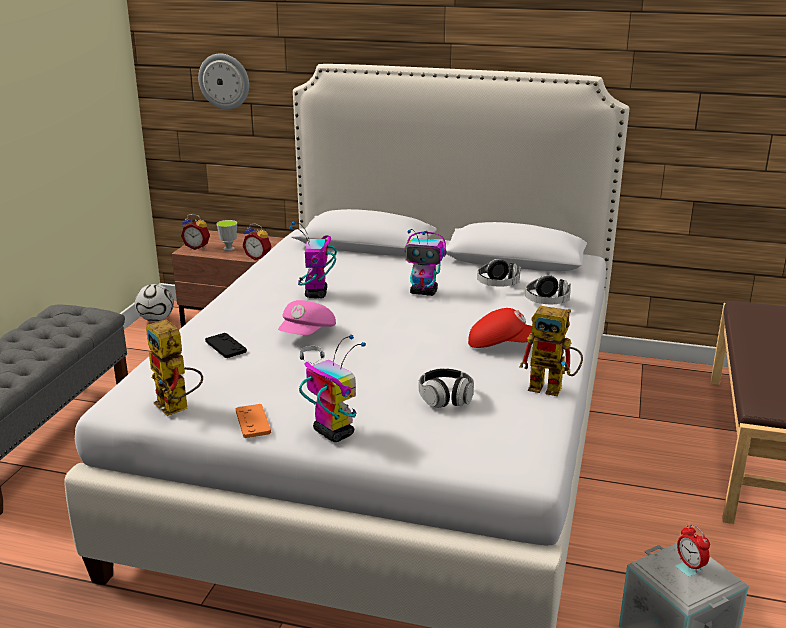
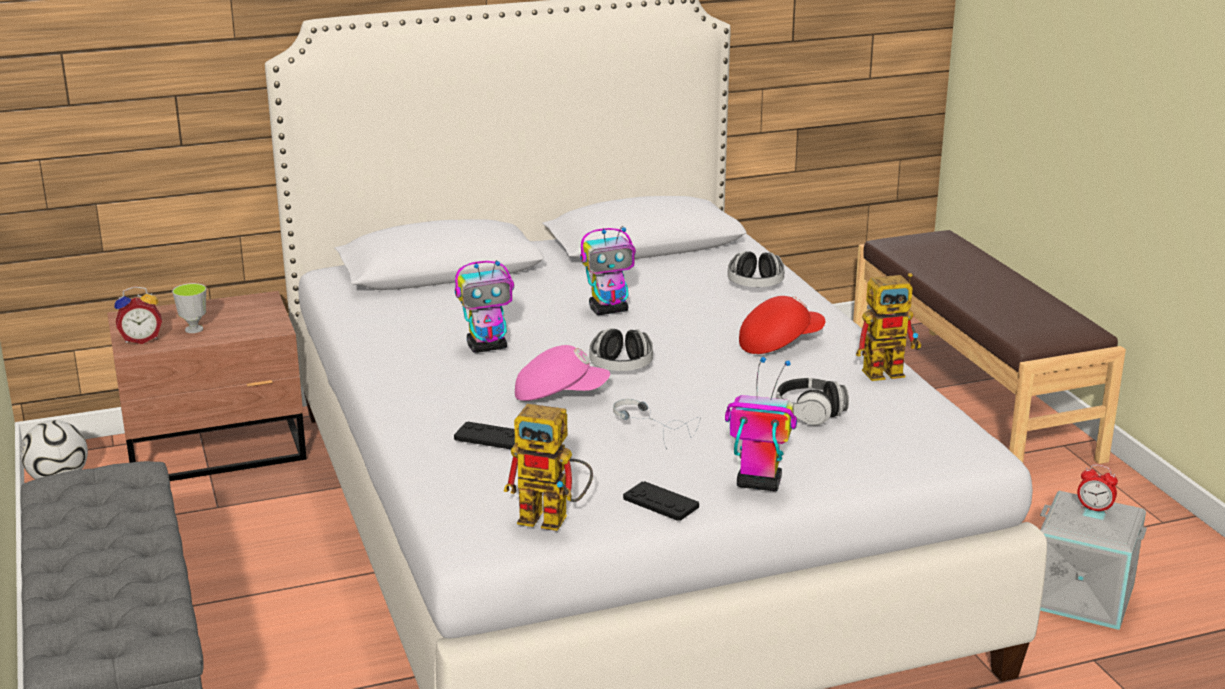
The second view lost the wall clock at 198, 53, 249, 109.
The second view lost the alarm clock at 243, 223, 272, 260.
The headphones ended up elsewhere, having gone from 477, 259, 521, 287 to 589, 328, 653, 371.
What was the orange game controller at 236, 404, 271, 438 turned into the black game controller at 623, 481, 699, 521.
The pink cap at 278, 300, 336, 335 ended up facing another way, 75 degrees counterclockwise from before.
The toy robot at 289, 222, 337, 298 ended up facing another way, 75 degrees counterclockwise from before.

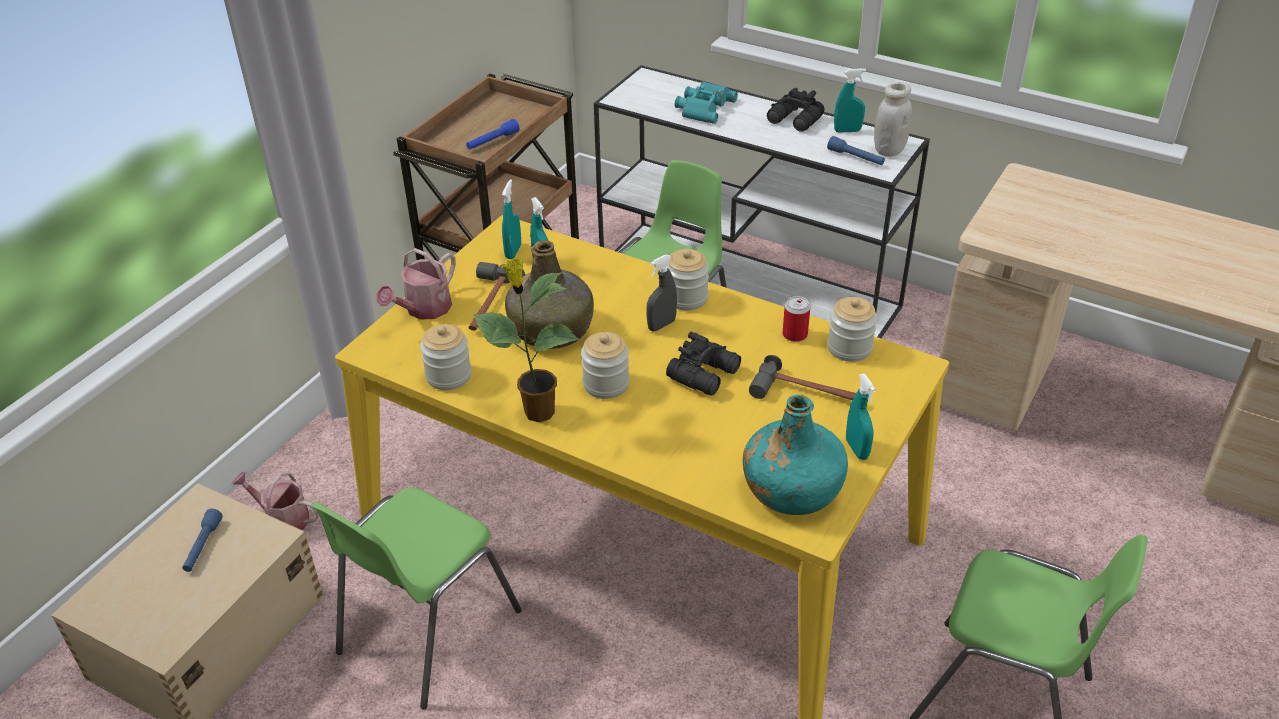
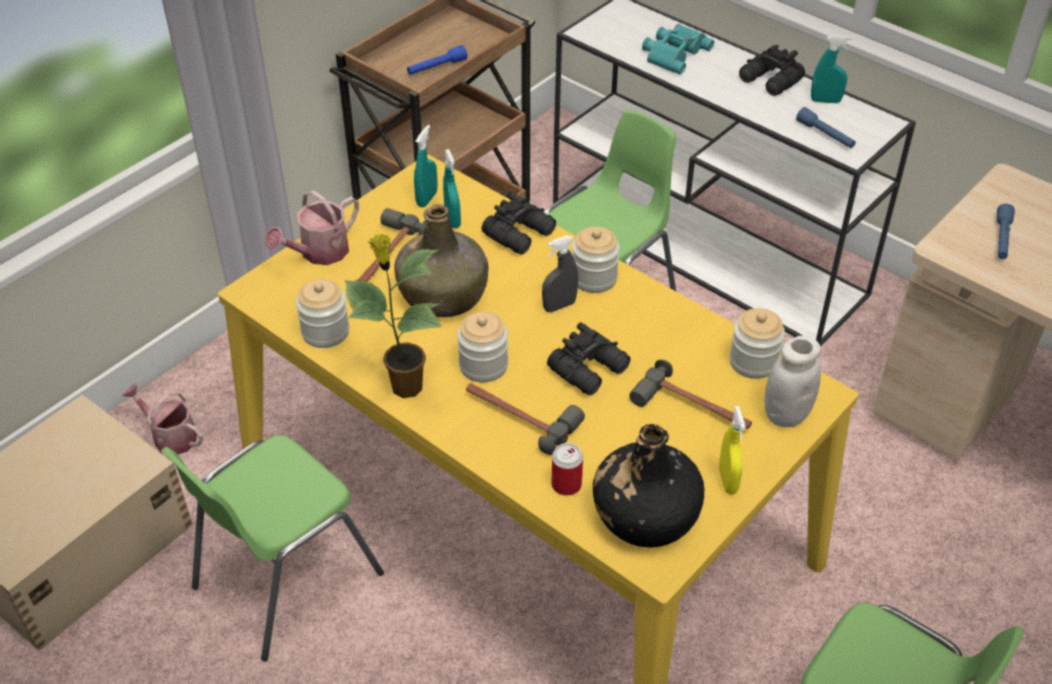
The second view gained the hammer at 466, 383, 585, 455.
The second view gained the black binoculars at 482, 191, 556, 254.
The blue flashlight ended up elsewhere, having gone from 182, 509, 223, 572 to 997, 204, 1015, 259.
The can ended up elsewhere, having gone from 783, 296, 811, 342 to 552, 443, 583, 496.
The white jar ended up elsewhere, having gone from 874, 82, 912, 156 to 765, 335, 821, 427.
What was the turquoise bottle at 743, 395, 848, 515 turned into the black bottle at 593, 424, 704, 547.
What was the turquoise spray bottle at 846, 373, 876, 460 turned into the yellow spray bottle at 719, 406, 746, 495.

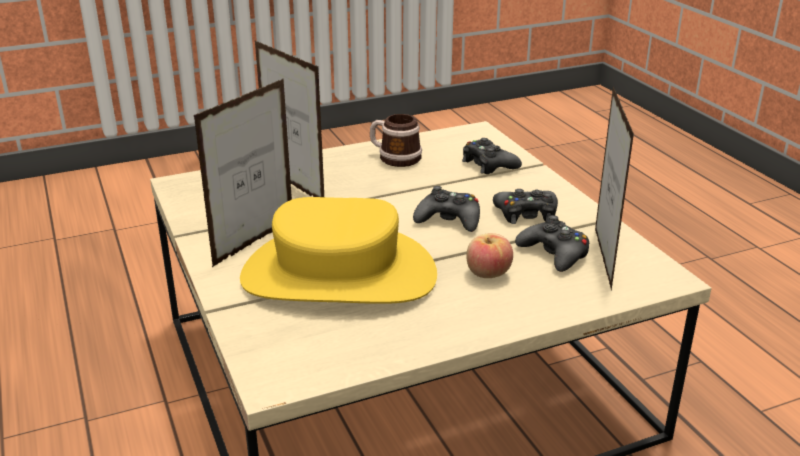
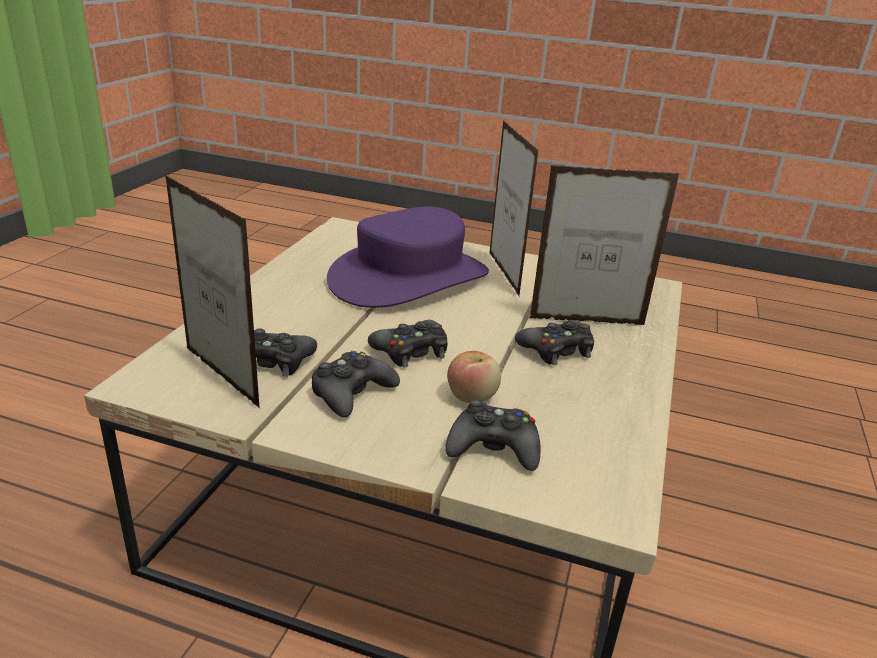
The second view lost the mug at 370, 114, 422, 167.
The second view gained the black game controller at 515, 320, 594, 365.
The apple ended up elsewhere, having gone from 467, 233, 513, 278 to 447, 351, 501, 403.
What was the yellow hat at 240, 197, 437, 304 turned into the purple hat at 327, 207, 489, 308.

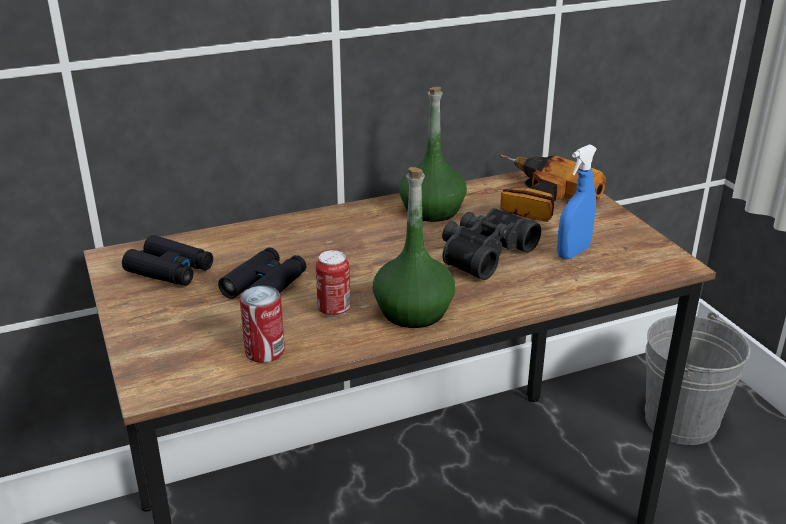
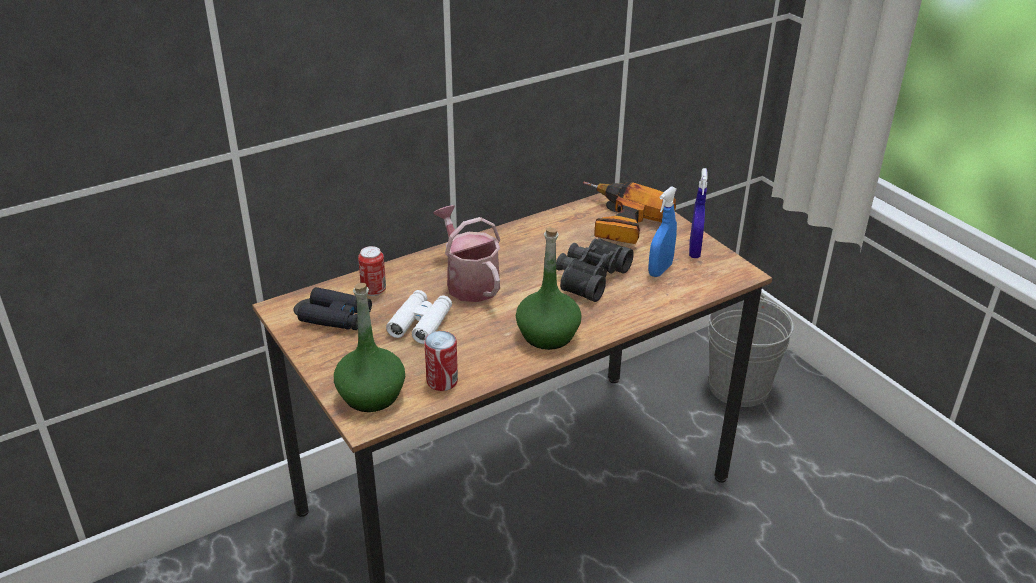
The second view gained the watering can at 433, 205, 500, 302.
The second view gained the blue spray bottle at 689, 168, 708, 258.
The can ended up elsewhere, having gone from 315, 250, 350, 318 to 358, 246, 386, 296.
The green bottle ended up elsewhere, having gone from 399, 87, 467, 222 to 334, 283, 405, 412.
What was the black binoculars at 218, 247, 306, 299 turned into the white binoculars at 386, 290, 452, 344.

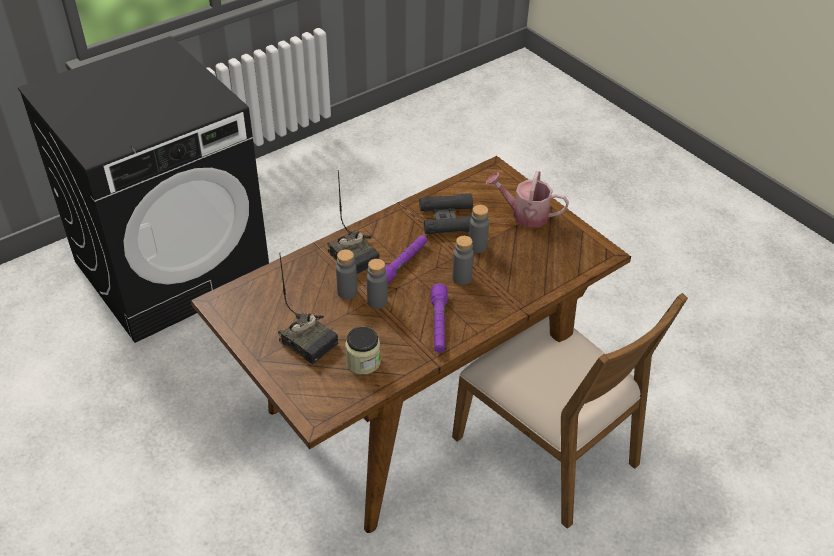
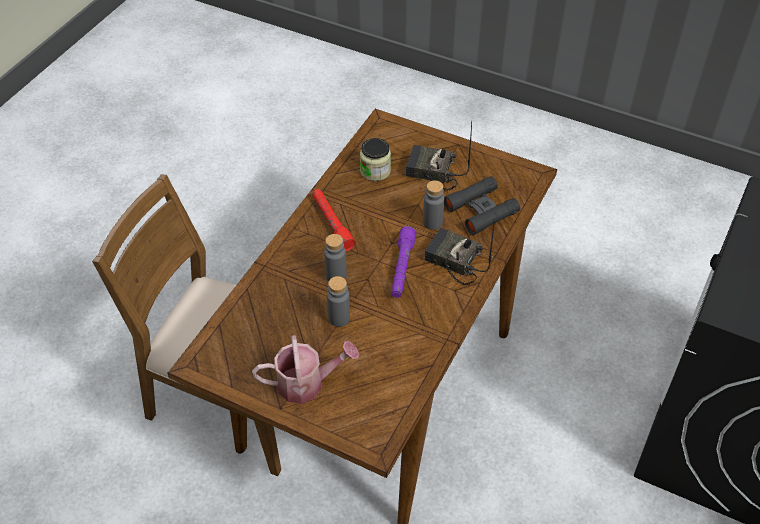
The second view lost the grey bottle at 367, 259, 388, 309.
The black binoculars ended up elsewhere, having gone from 419, 193, 473, 234 to 444, 176, 520, 235.
What was the purple flashlight at 431, 284, 448, 352 turned into the red flashlight at 312, 189, 356, 251.

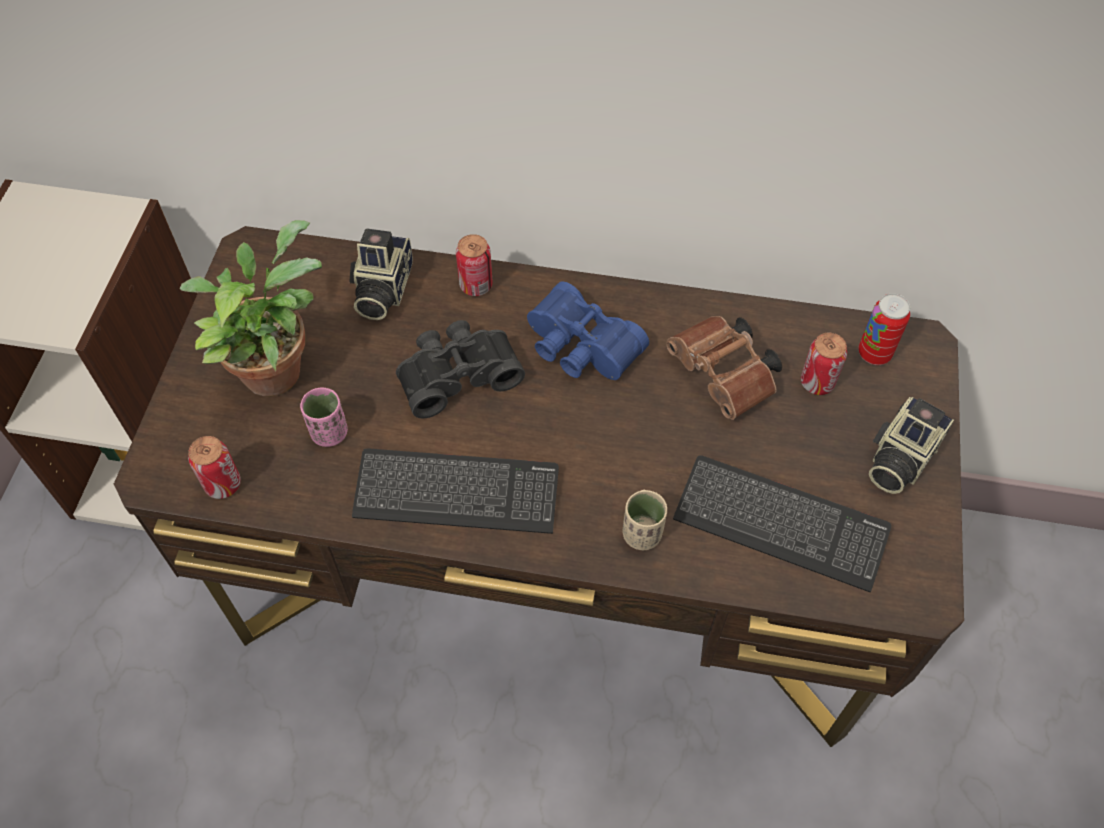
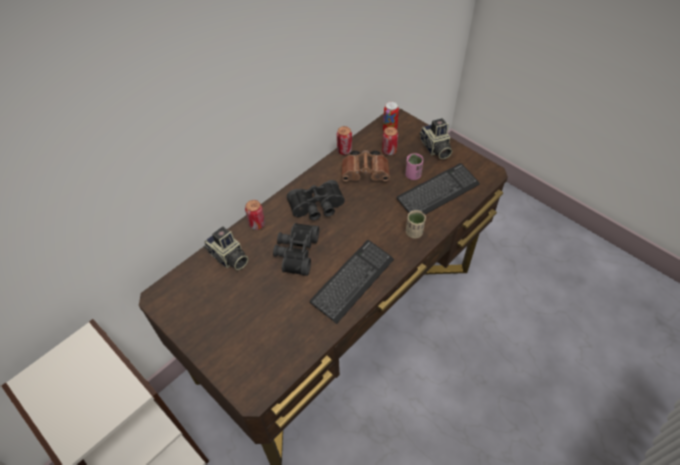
The second view lost the potted plant at 180, 220, 322, 396.
The can ended up elsewhere, having gone from 188, 436, 241, 499 to 337, 126, 352, 155.
The pink cup ended up elsewhere, having gone from 300, 387, 348, 447 to 405, 153, 423, 180.
What was the blue binoculars at 527, 282, 649, 380 turned into the black binoculars at 287, 180, 345, 220.

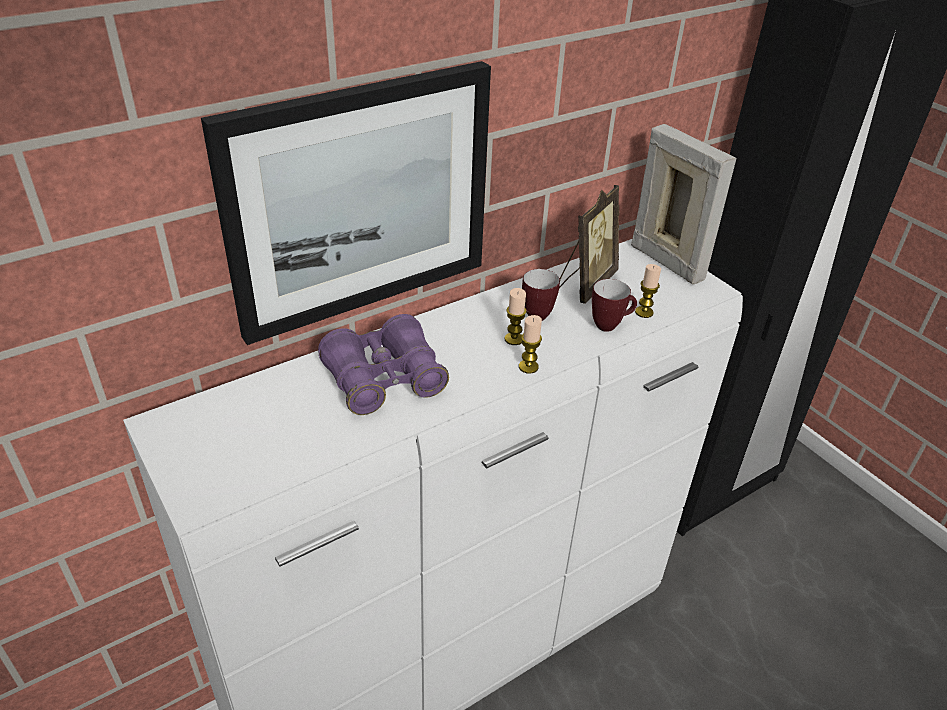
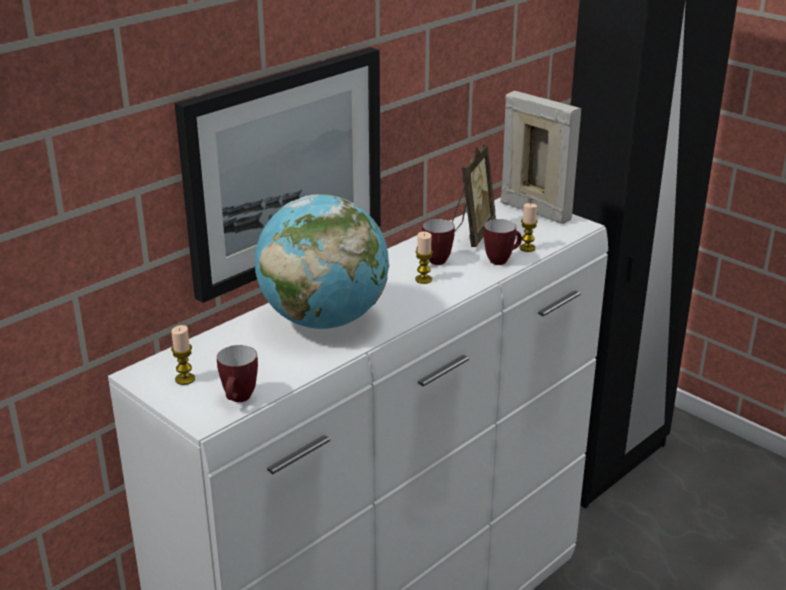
The second view gained the mug at 217, 345, 258, 402.
The candle ended up elsewhere, having gone from 519, 315, 542, 374 to 171, 325, 195, 385.
Where the purple binoculars stood at 318, 314, 449, 415, the globe came to stand at 255, 194, 389, 329.

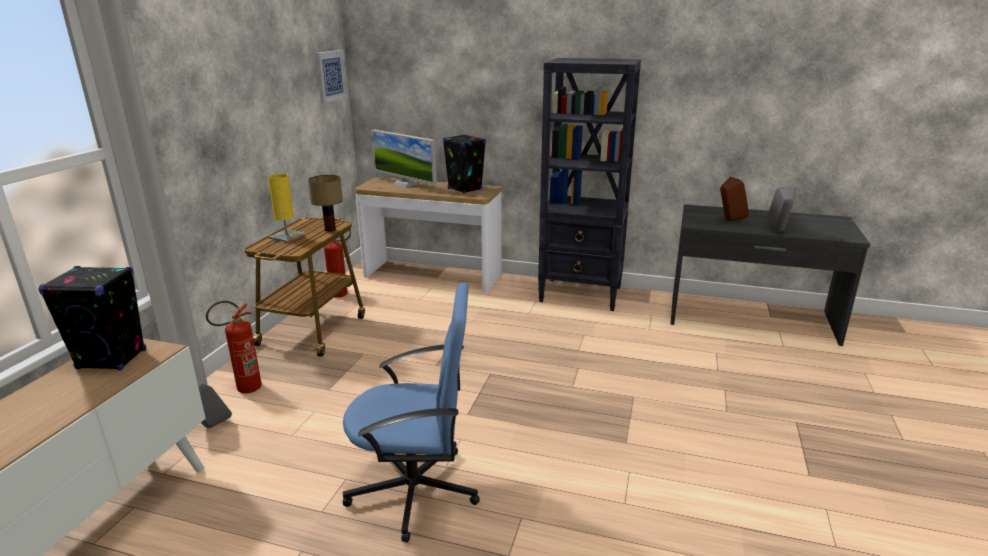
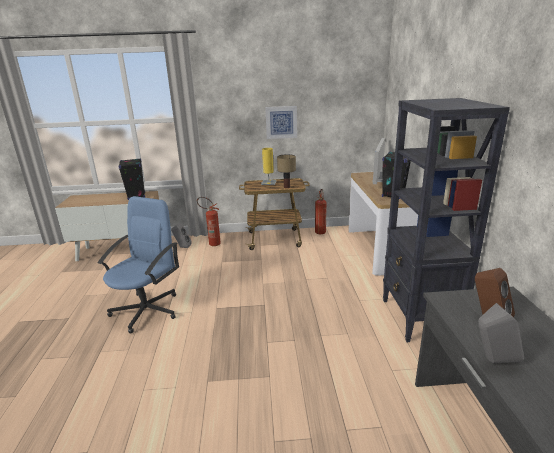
The picture ended up elsewhere, having gone from 315, 50, 348, 103 to 265, 106, 297, 139.
The blue office chair at 343, 283, 480, 543 ended up facing another way, 135 degrees counterclockwise from before.

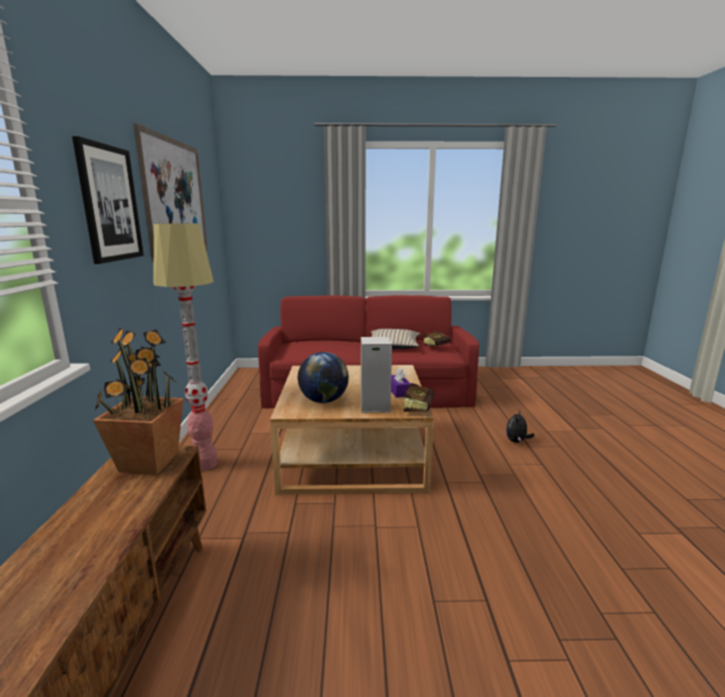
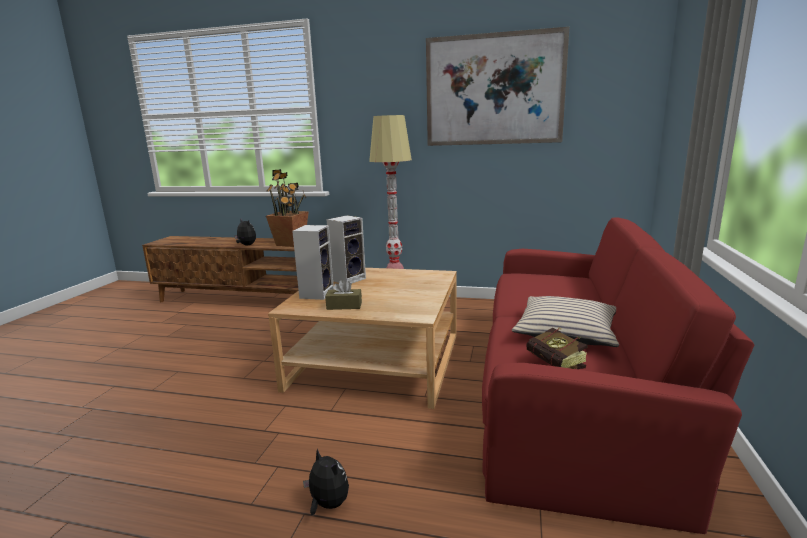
The second view lost the picture at 72, 136, 144, 264.
The second view lost the book at 404, 383, 435, 412.
The second view gained the plush toy at 234, 219, 256, 245.
Where the globe stood at 298, 352, 349, 403, the speaker came to stand at 326, 215, 366, 284.
What was the purple tissue box at 391, 368, 411, 398 turned into the brown tissue box at 325, 279, 362, 310.

